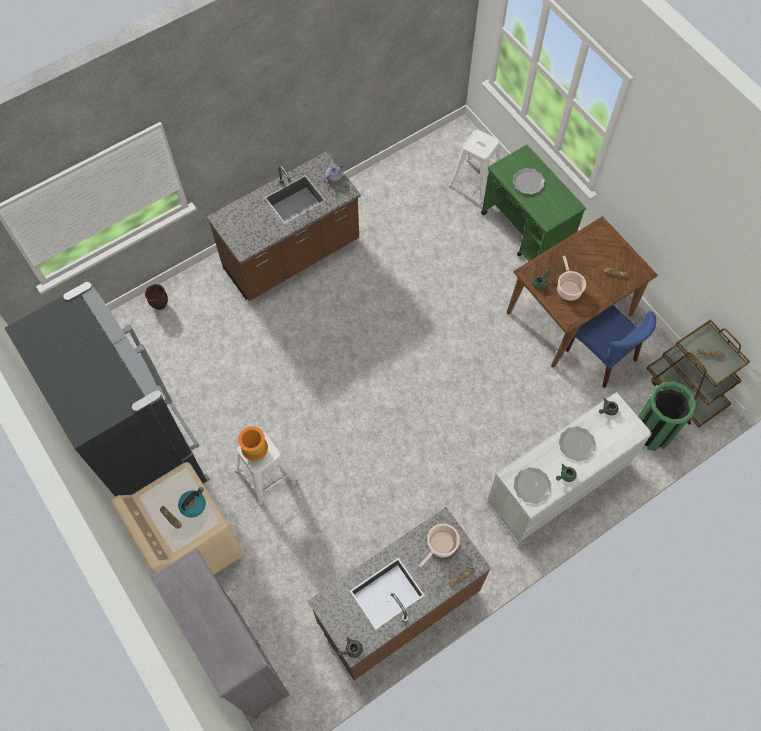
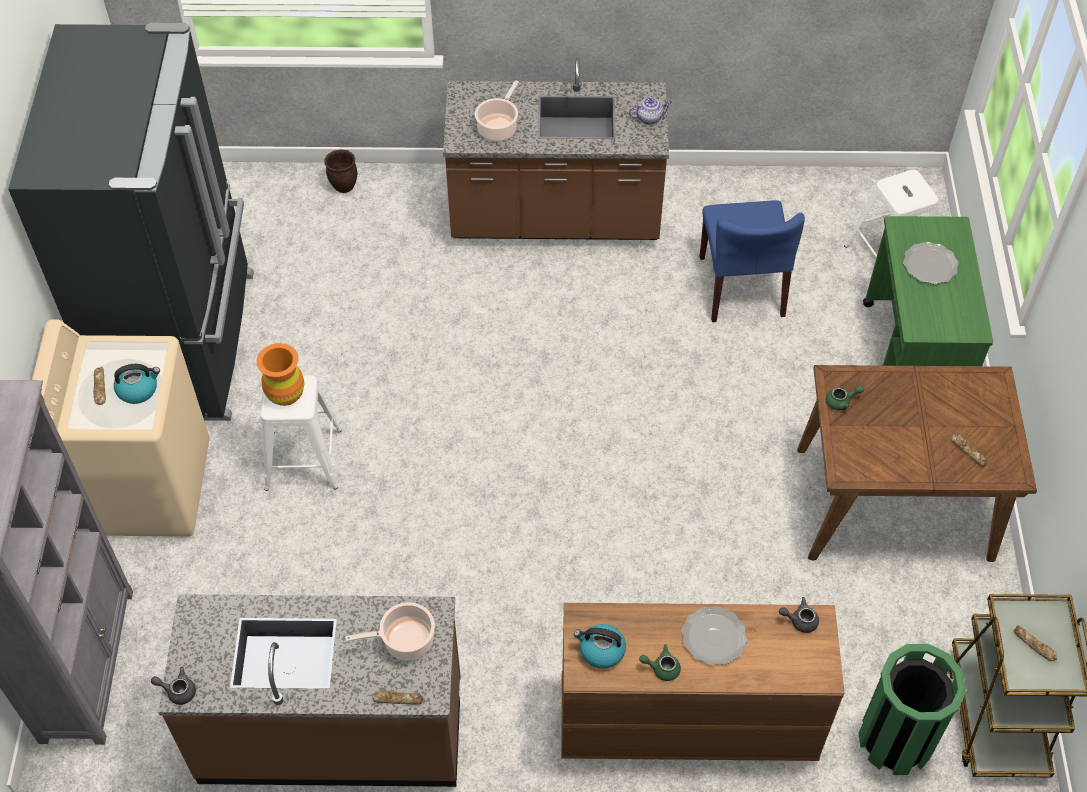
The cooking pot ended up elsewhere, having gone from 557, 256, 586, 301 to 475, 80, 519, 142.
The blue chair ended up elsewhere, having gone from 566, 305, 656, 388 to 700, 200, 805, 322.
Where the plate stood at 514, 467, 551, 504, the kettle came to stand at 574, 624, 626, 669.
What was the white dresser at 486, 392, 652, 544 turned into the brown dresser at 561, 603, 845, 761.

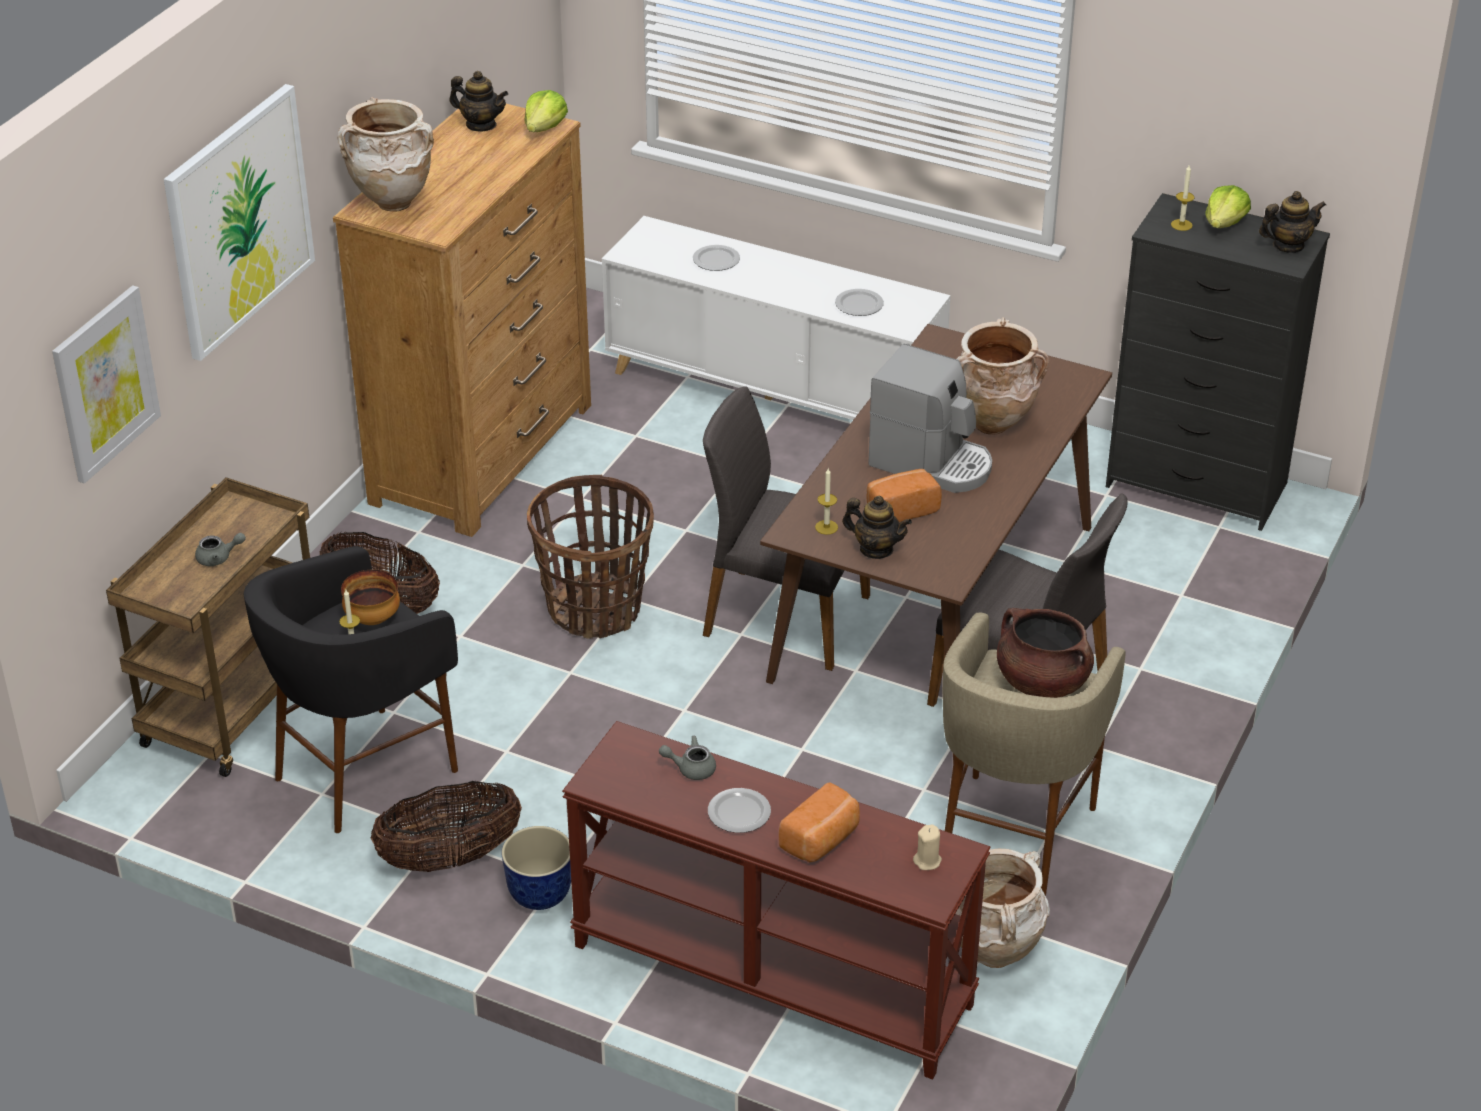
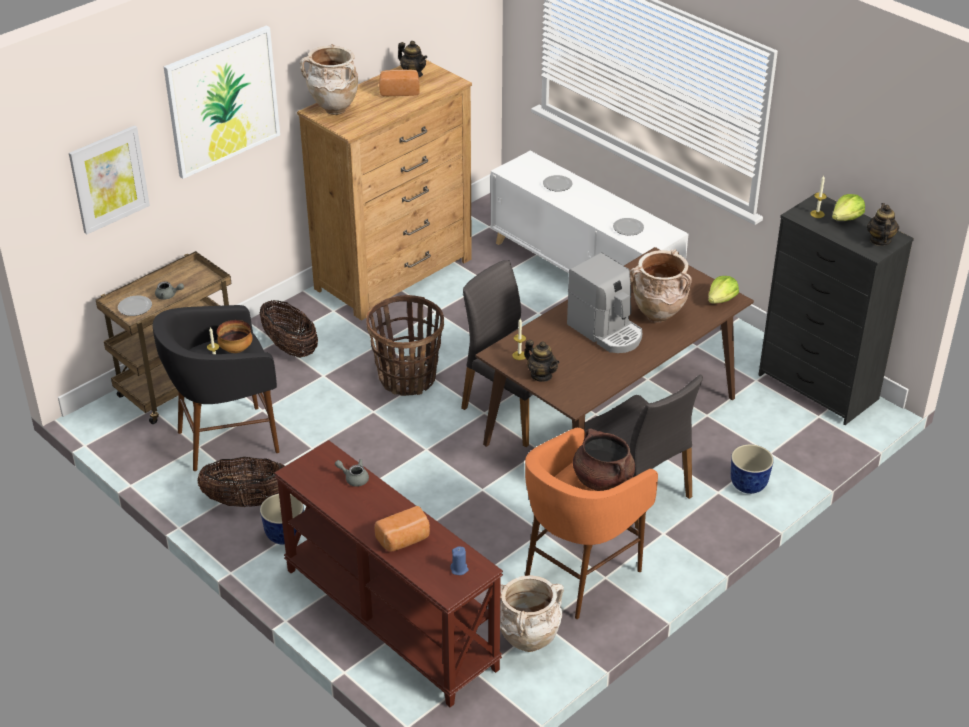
The second view gained the planter at 731, 444, 774, 494.
The lettuce ended up elsewhere, having gone from 524, 90, 568, 132 to 708, 276, 739, 304.
The plate ended up elsewhere, having gone from 708, 788, 771, 833 to 118, 296, 152, 316.
The bread ended up elsewhere, having gone from 867, 469, 942, 522 to 379, 69, 419, 96.
What was the beige candle at 913, 825, 942, 870 turned into the blue candle at 450, 546, 469, 575.
What was the beige stool at 942, 612, 1126, 896 turned into the orange stool at 525, 427, 658, 619.
The teapot at 1259, 191, 1326, 253 ended up facing another way, 90 degrees counterclockwise from before.

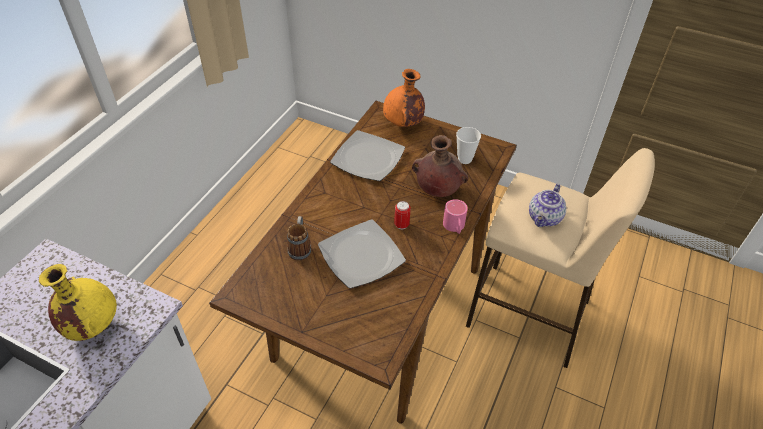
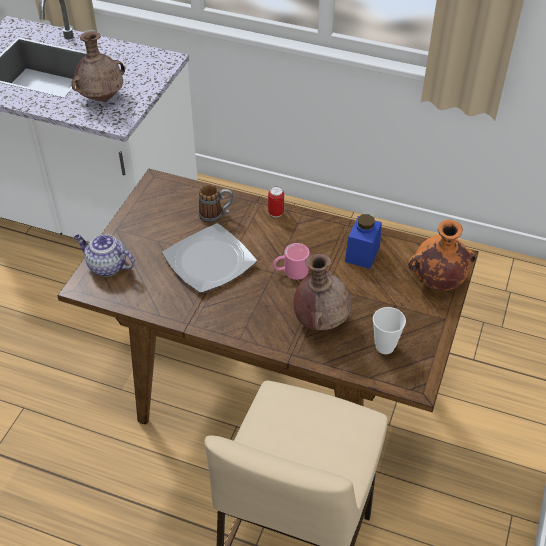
The can ended up elsewhere, having gone from 394, 201, 411, 229 to 268, 187, 284, 217.
The pink mug ended up elsewhere, having gone from 443, 199, 468, 234 to 273, 243, 310, 280.
The teapot ended up elsewhere, having gone from 529, 184, 566, 227 to 74, 234, 135, 276.
Where the plate stood at 330, 130, 405, 181, the blue jar came to stand at 345, 214, 382, 269.
What was the yellow vase at 39, 264, 117, 341 turned into the brown vase at 71, 31, 125, 101.

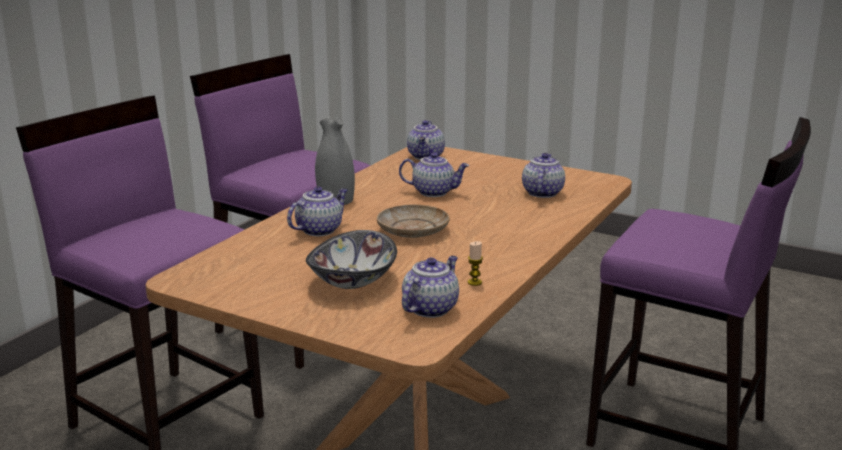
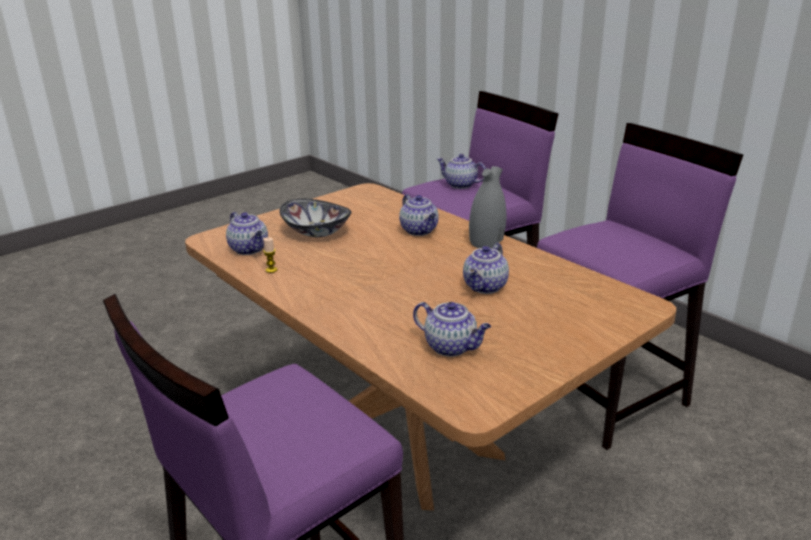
The second view lost the beige plate at 377, 205, 450, 238.
The teapot ended up elsewhere, having gone from 407, 120, 445, 160 to 437, 154, 486, 189.

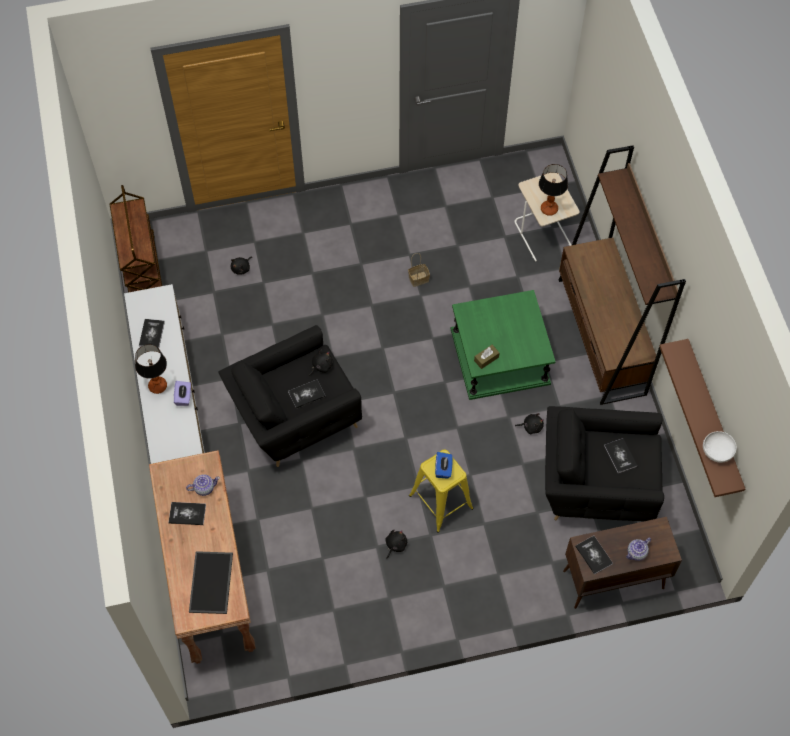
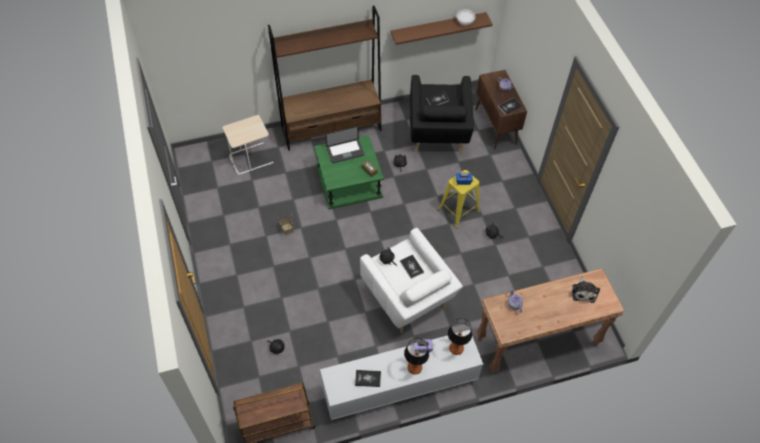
The second view lost the book at 169, 502, 206, 525.
The second view gained the laptop at 325, 126, 365, 163.
The table lamp ended up elsewhere, having gone from 539, 164, 568, 216 to 448, 318, 472, 355.
Where the tray stood at 189, 551, 233, 614, the plush toy came to stand at 571, 276, 600, 303.
What was the black armchair at 218, 325, 362, 467 turned into the white armchair at 360, 228, 463, 334.

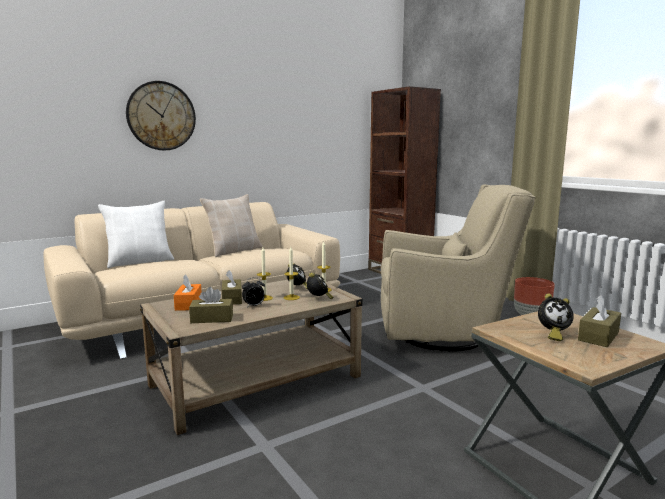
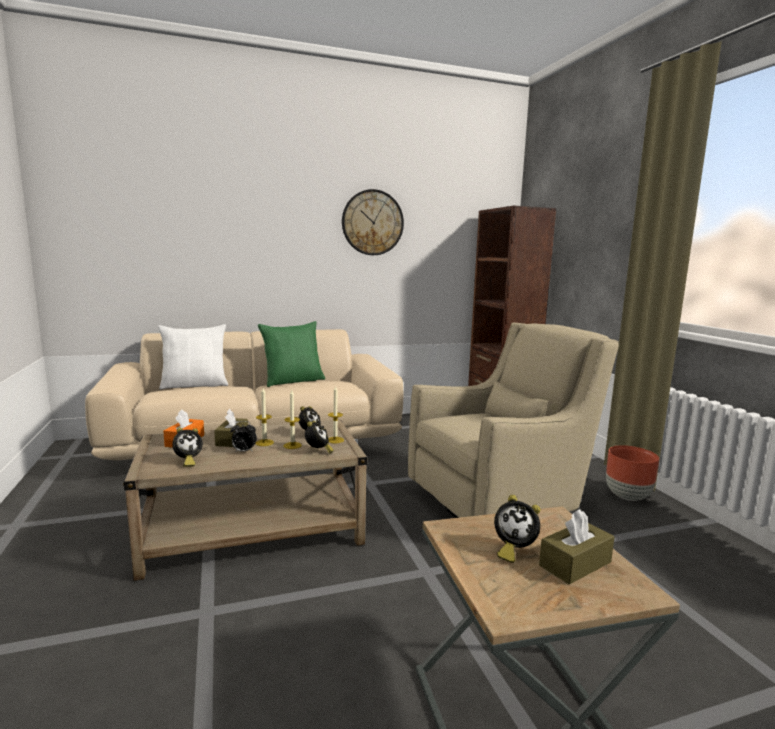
The wall clock ended up elsewhere, having gone from 126, 81, 196, 150 to 342, 189, 404, 255.
Where the brown tissue box stood at 189, 287, 233, 323, the alarm clock came to stand at 172, 427, 203, 467.
What was the beige pillow at 200, 194, 262, 257 turned into the green pillow at 258, 321, 325, 387.
The beige armchair at 381, 184, 536, 351 ended up facing another way, 45 degrees counterclockwise from before.

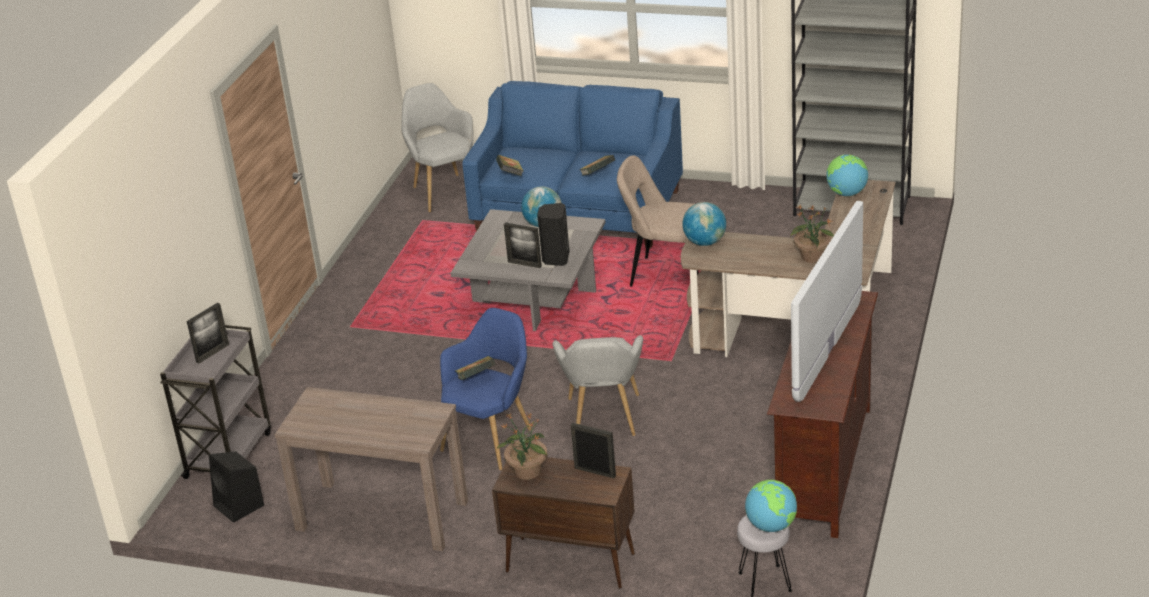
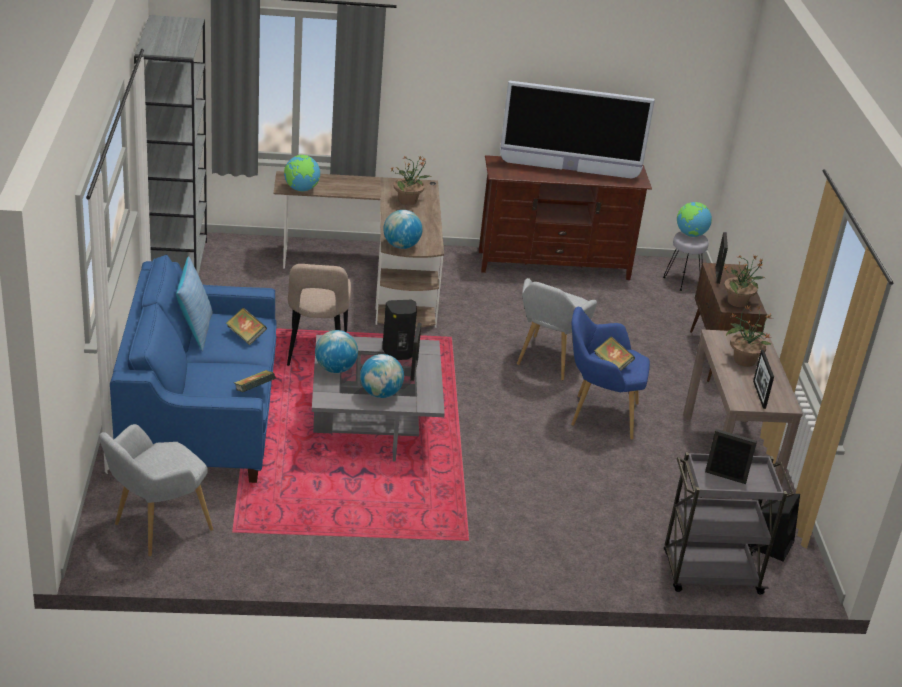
The second view gained the pillow at 176, 256, 213, 352.
The second view gained the globe at 360, 354, 404, 398.
The second view gained the potted plant at 726, 305, 773, 367.
The second view gained the picture frame at 753, 350, 774, 409.
The grey armchair at 553, 335, 643, 436 ended up facing another way, 135 degrees clockwise from before.

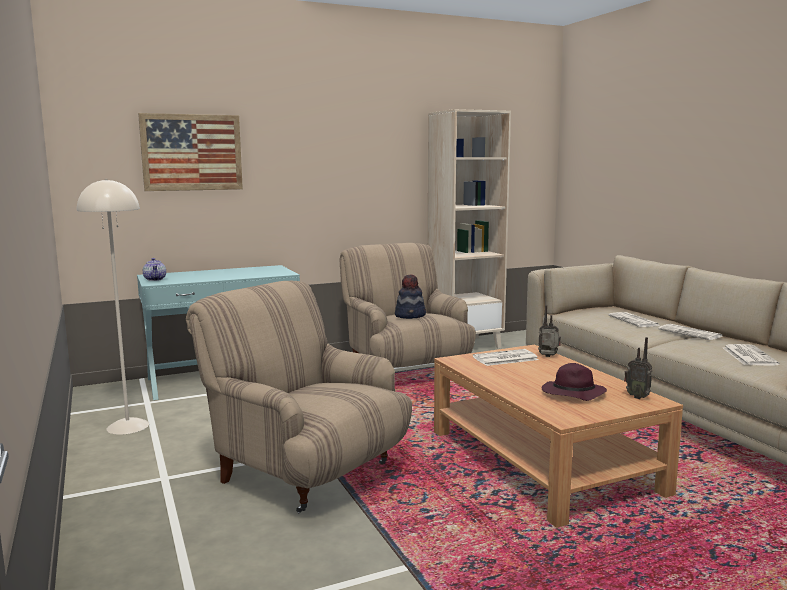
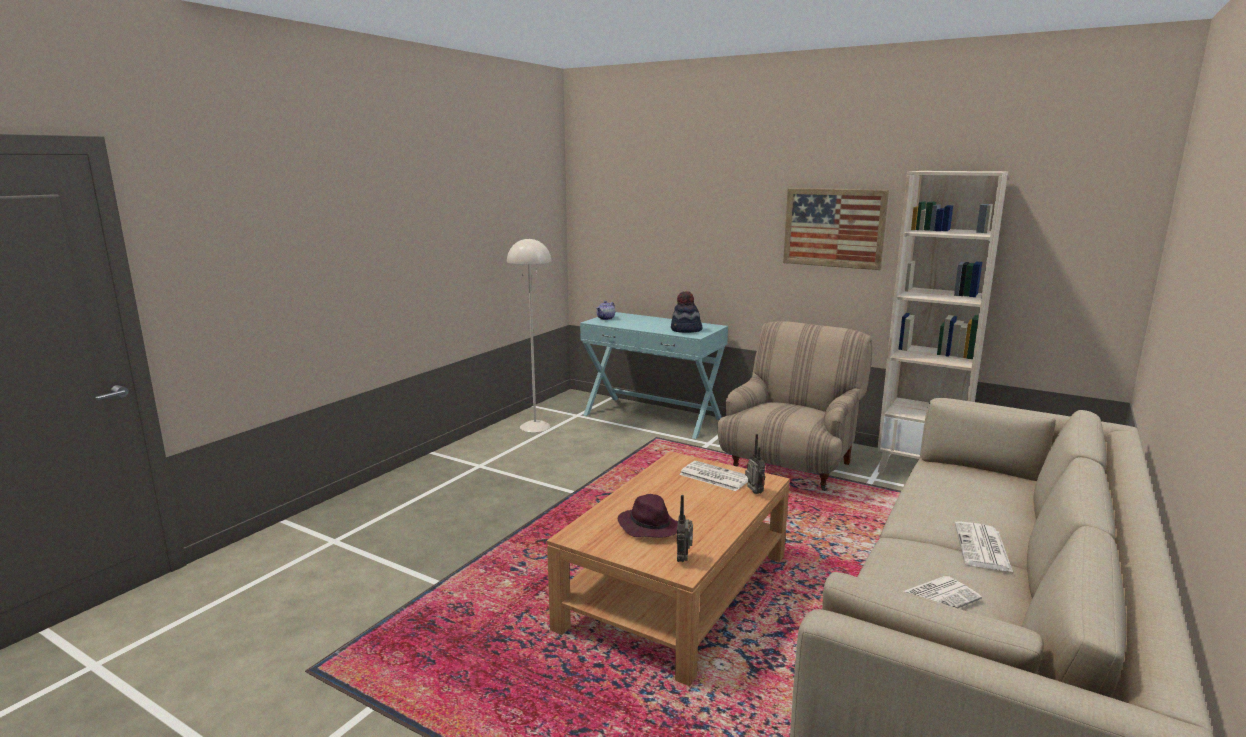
The second view lost the beige armchair at 186, 281, 412, 513.
The second view lost the newspaper at 608, 312, 661, 327.
The picture ended up elsewhere, having gone from 138, 113, 243, 191 to 783, 188, 889, 270.
The hat ended up elsewhere, having gone from 395, 274, 426, 319 to 671, 292, 702, 333.

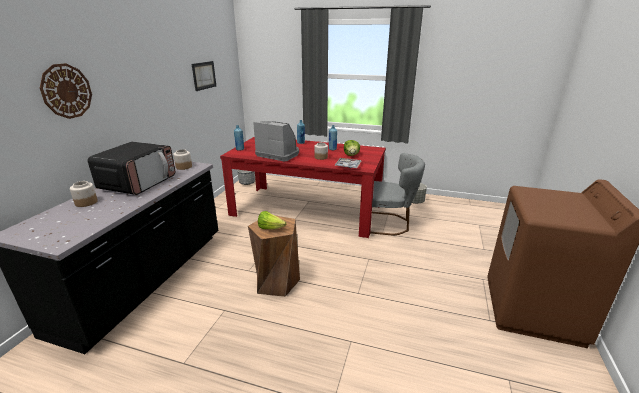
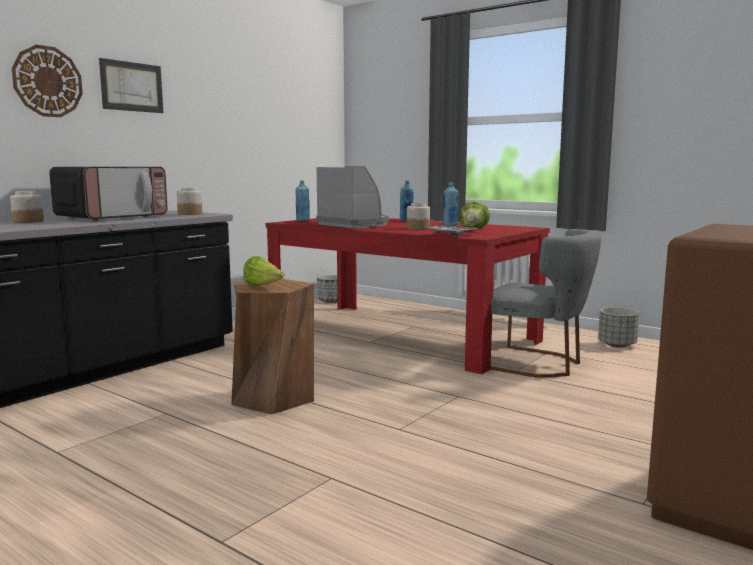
The picture ended up elsewhere, having gone from 192, 61, 216, 91 to 99, 58, 163, 113.

